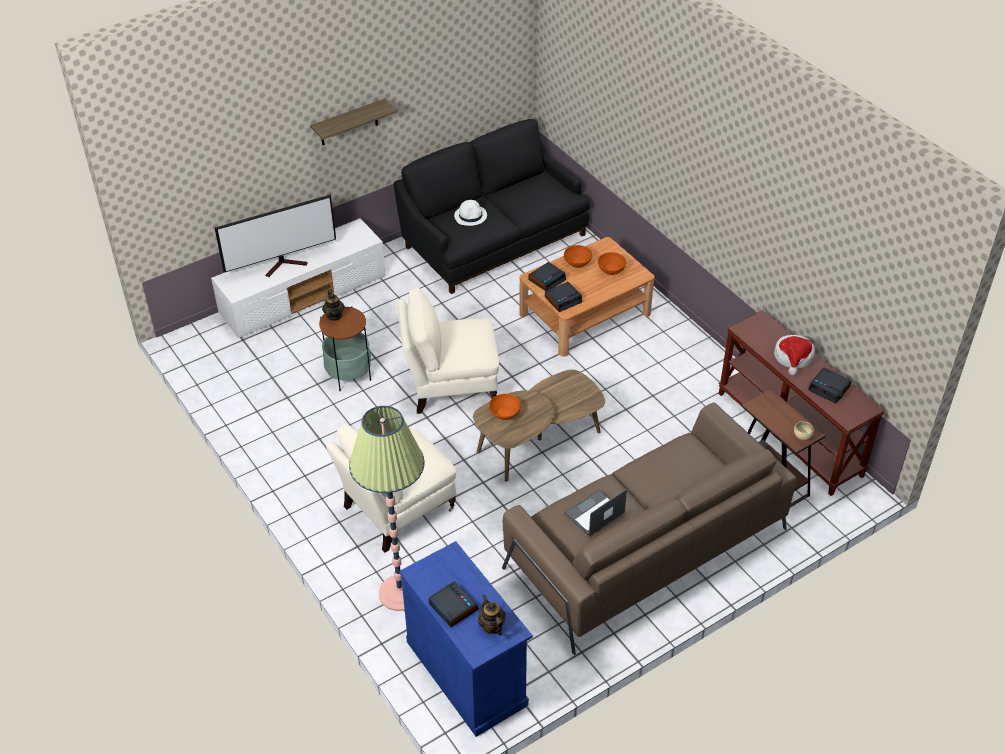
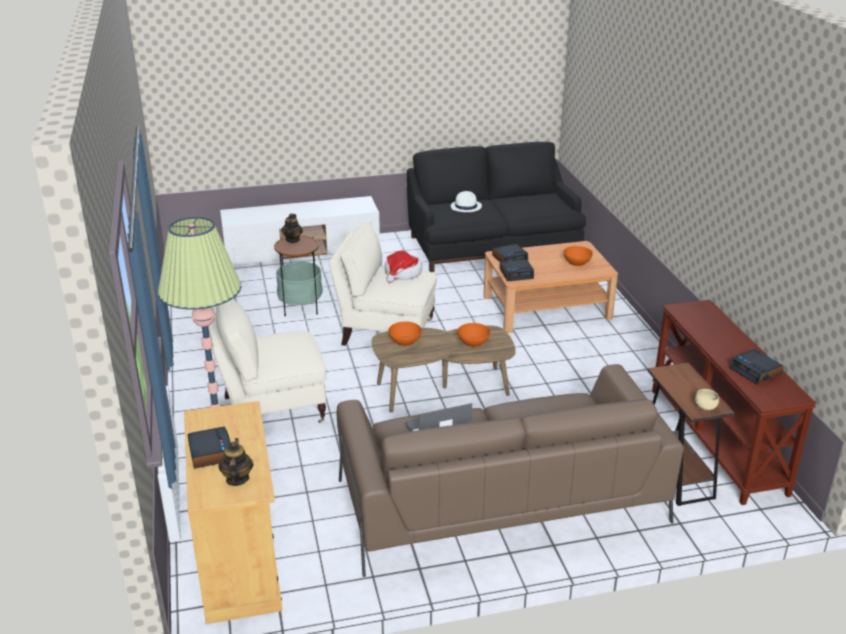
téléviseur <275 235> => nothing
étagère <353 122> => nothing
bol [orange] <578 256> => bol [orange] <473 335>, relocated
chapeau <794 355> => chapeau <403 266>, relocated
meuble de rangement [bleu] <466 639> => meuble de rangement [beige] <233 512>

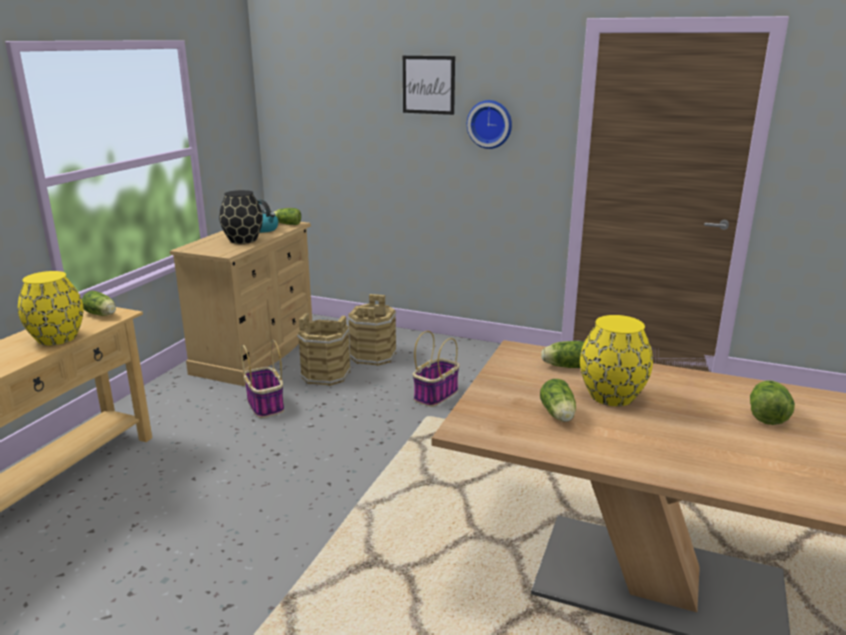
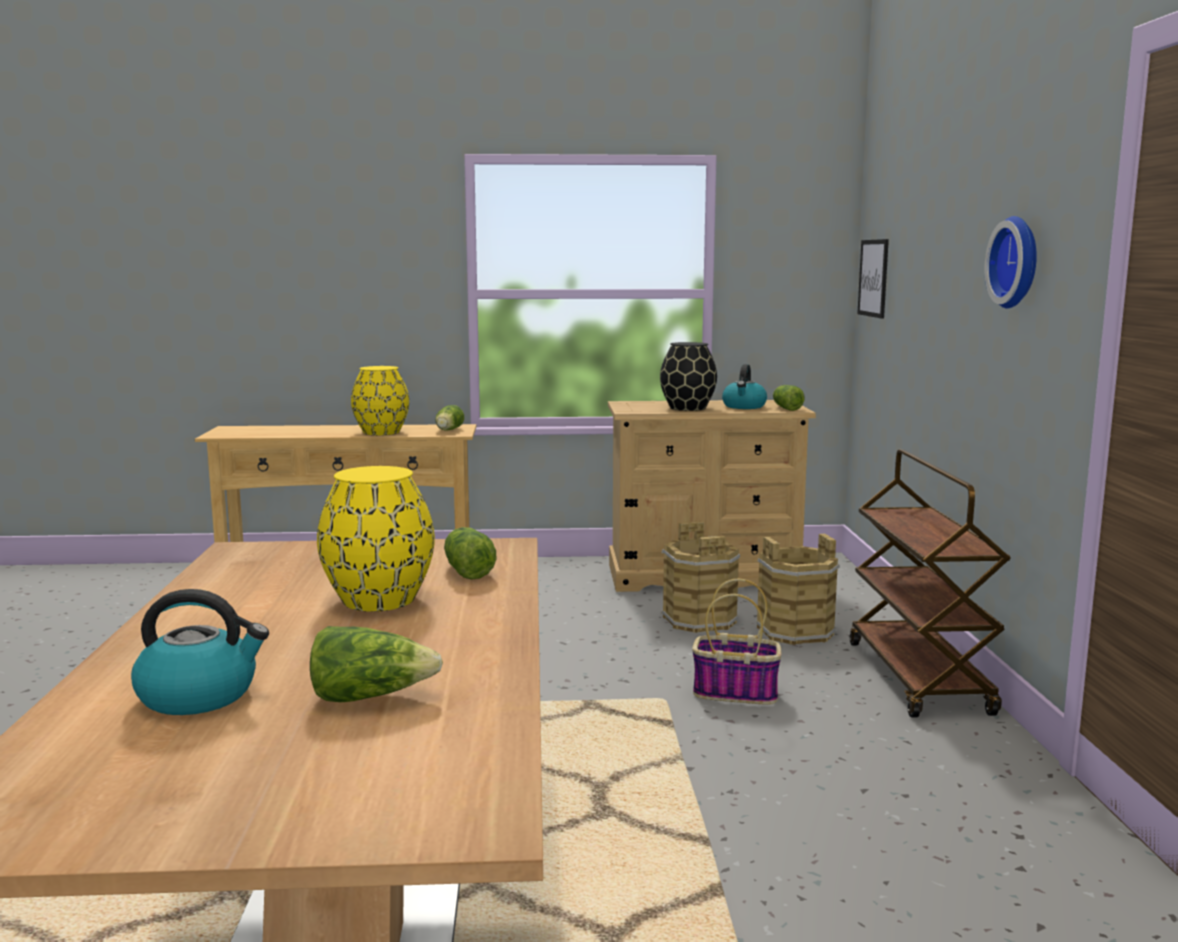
panier <262 379> => nothing
laitue <558 400> => nothing
nothing => bouilloire <200 652>
nothing => chariot [marron] <930 584>
tableau <429 85> => tableau <873 279>, relocated

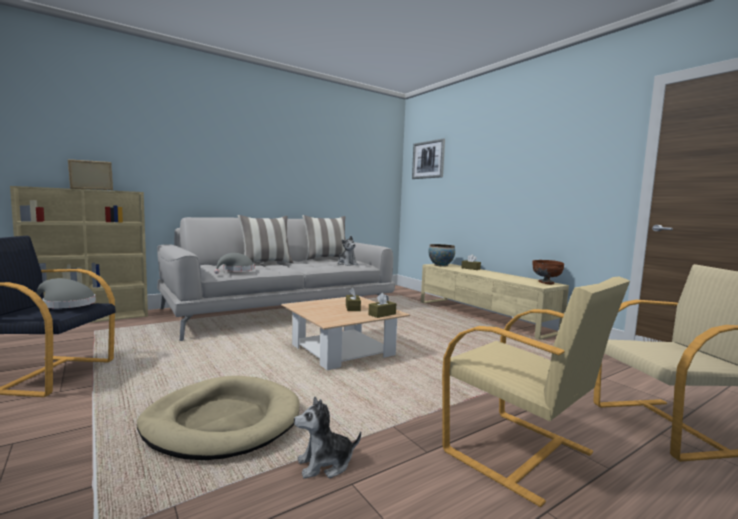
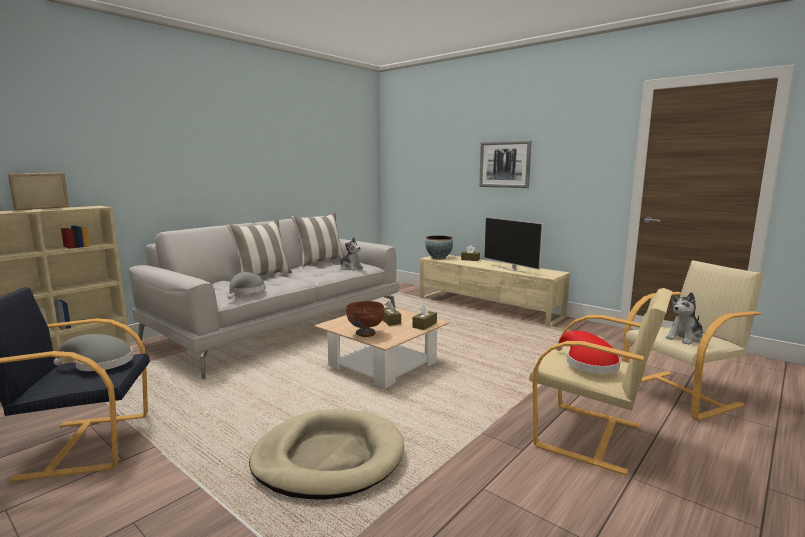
nothing => téléviseur <513 245>
nothing => chapeau [rouge] <588 352>
peluche <327 437> => peluche <684 318>, relocated
tableau <428 158> => tableau <505 164>, relocated
bol [marron] <548 272> => bol [marron] <365 319>, relocated

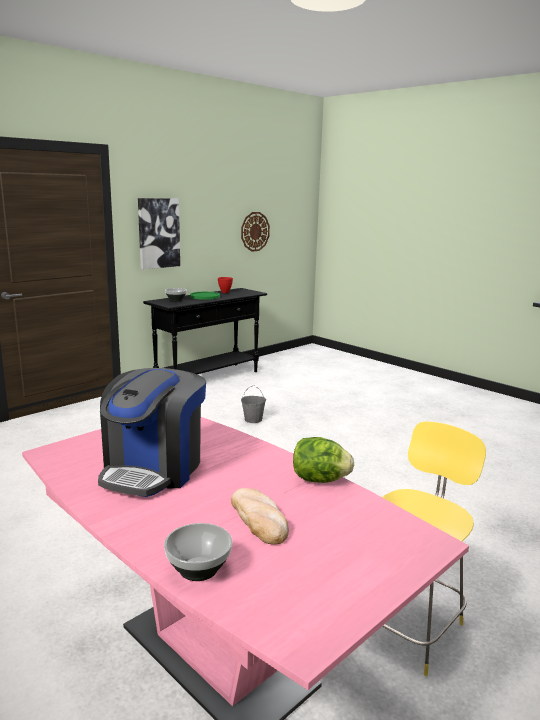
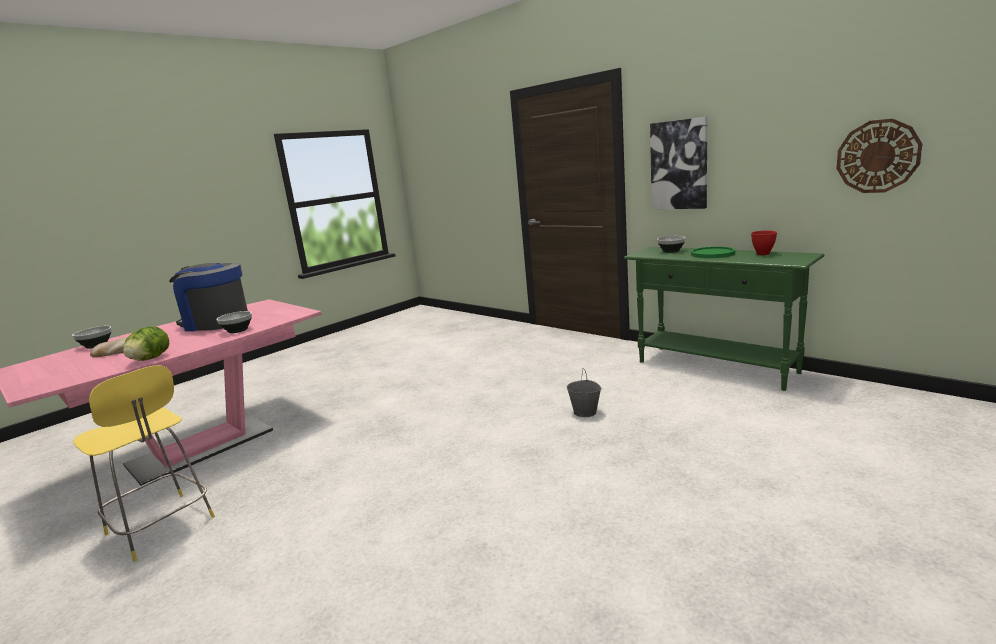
nothing => bol <234 322>
table console [noir] <205 331> => table console [vert] <724 319>

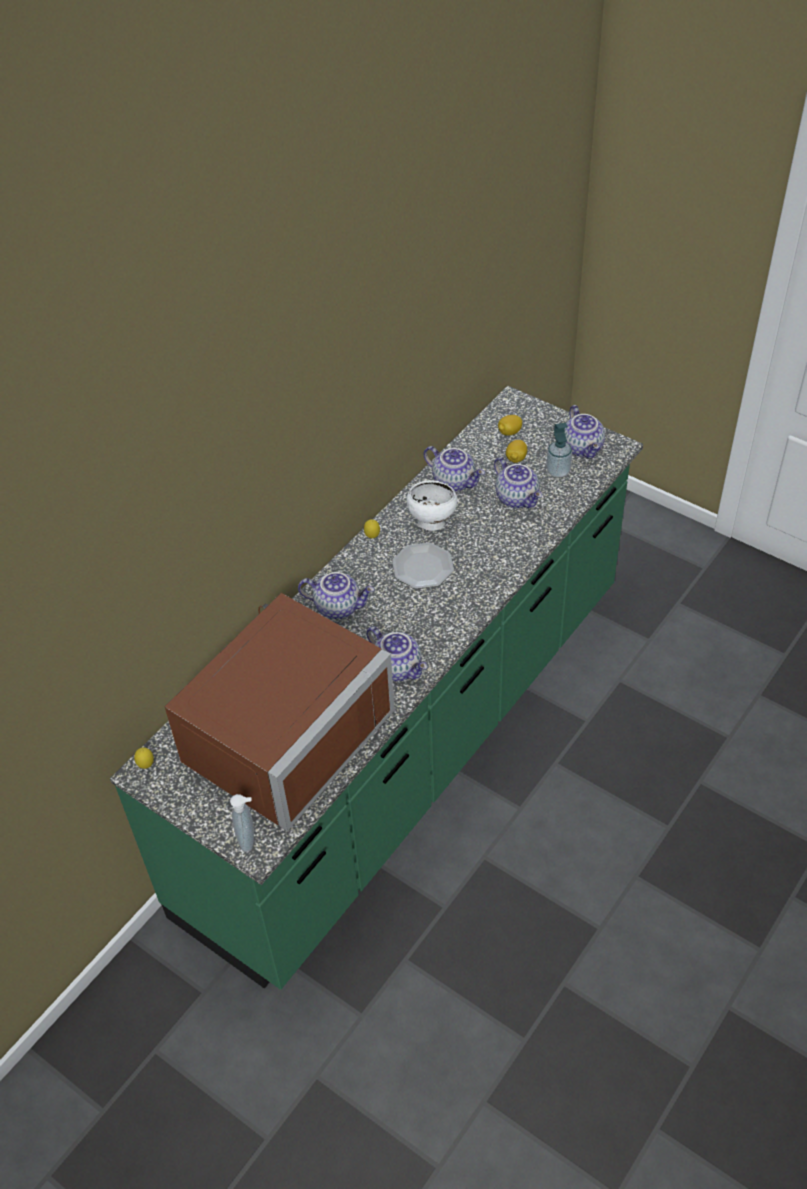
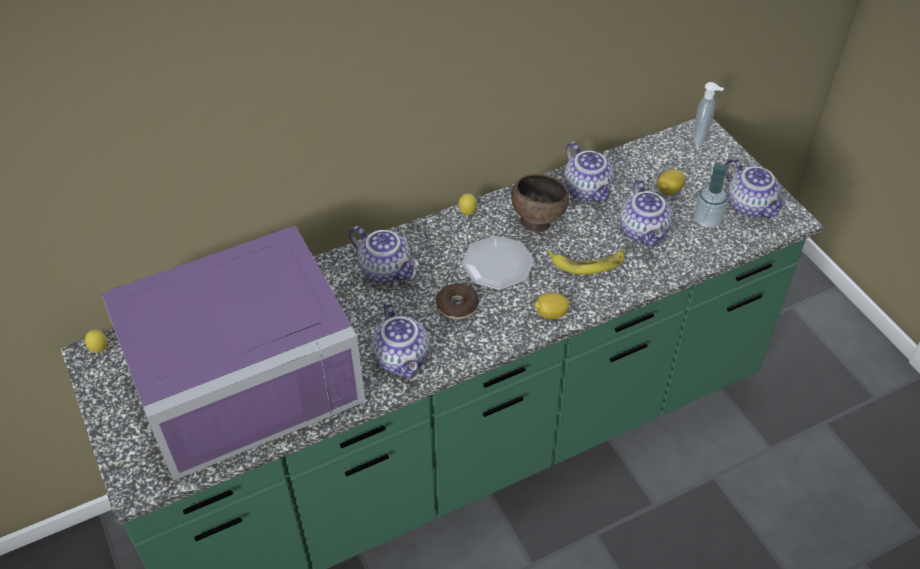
nothing => beignet <457 301>
nothing => banane <586 262>
distributeur de savon <242 823> => distributeur de savon <708 113>, relocated
citron <510 425> => citron <552 306>, relocated
micro-ondes [marron] <280 712> => micro-ondes [violet] <233 353>
bol [blanc] <431 505> => bol [marron] <540 202>
théière <585 432> => théière <757 188>, 45 degrees counterclockwise

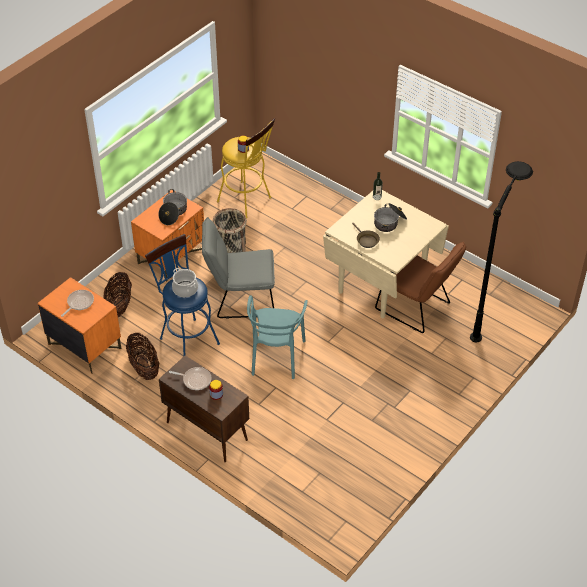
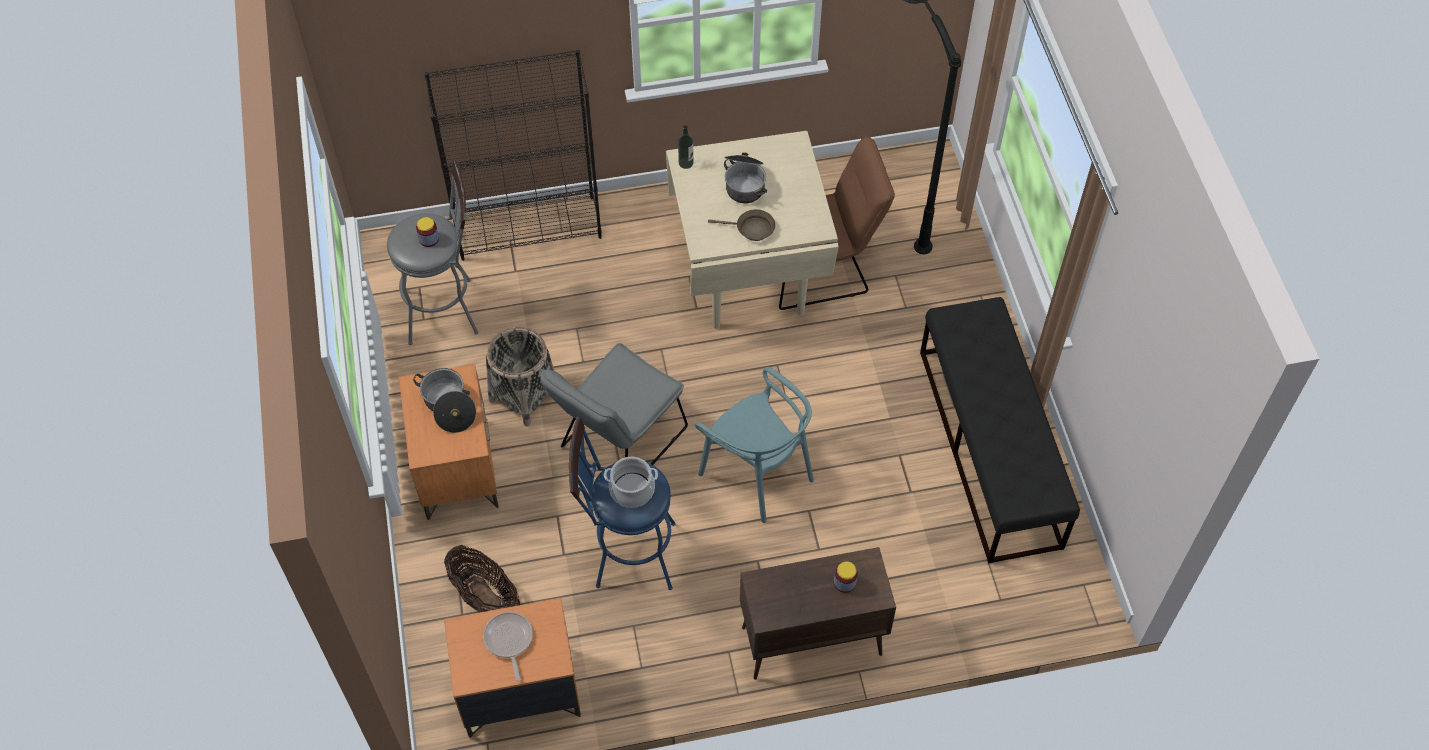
panier <142 356> => nothing
poêle <190 378> => nothing
nothing => bibliothèque [noir] <513 155>
nothing => banc [noir] <1000 430>
tabouret [jaune] <246 168> => tabouret [gris] <432 252>

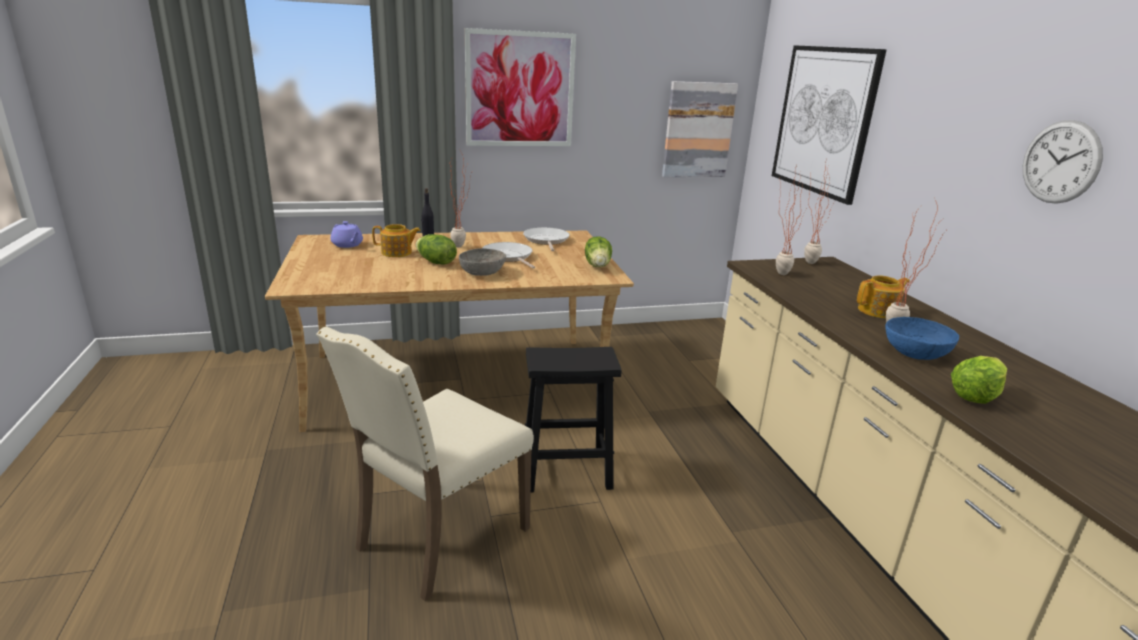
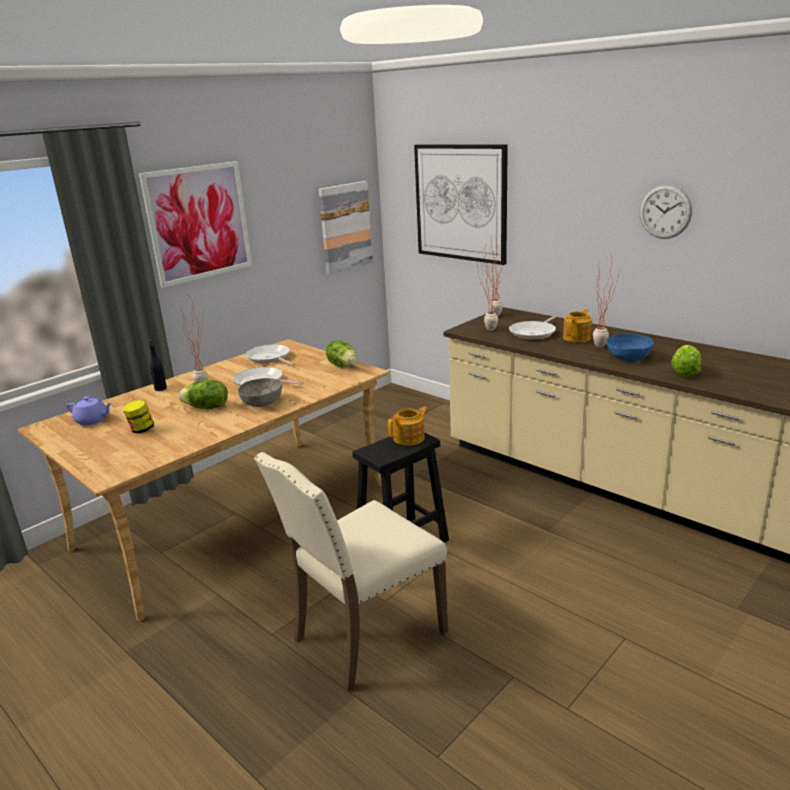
nothing => bocal <138 417>
nothing => poêle <532 328>
théière <396 240> => théière <408 426>, relocated
chaise [beige] <425 463> => chaise [beige] <351 572>, 45 degrees clockwise

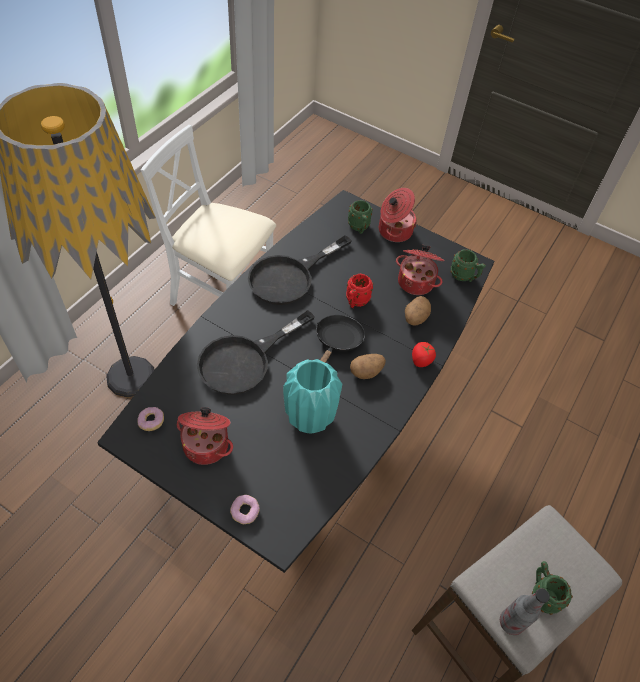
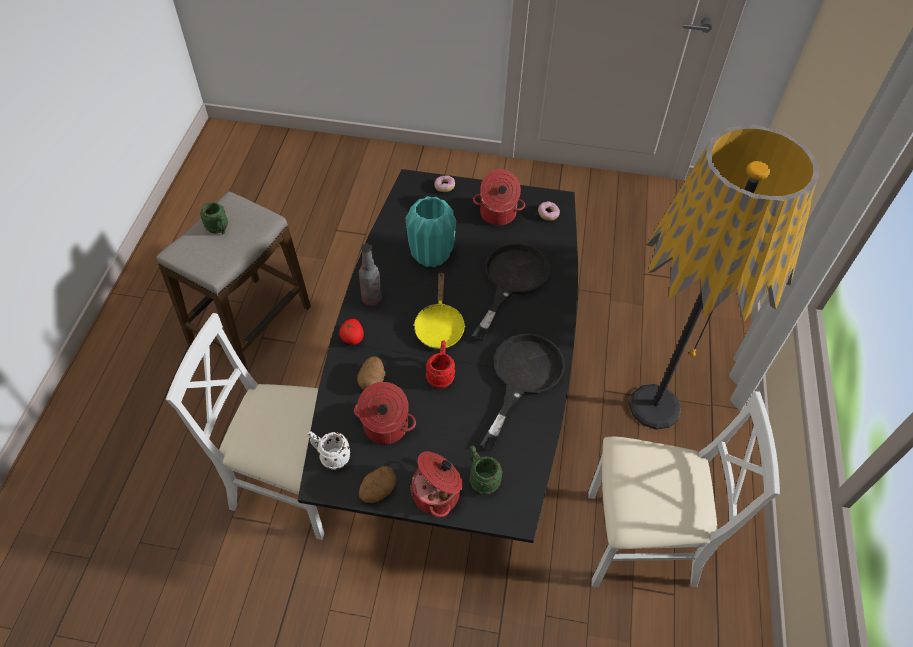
nothing => chaise [blanc] <245 426>
pomme de terre <368 366> => pomme de terre <377 484>, relocated
bouteille <525 611> => bouteille <370 275>, relocated
poêle [noir] <340 339> => poêle [jaune] <439 310>
mug [vert] <468 265> => mug [blanc] <329 450>

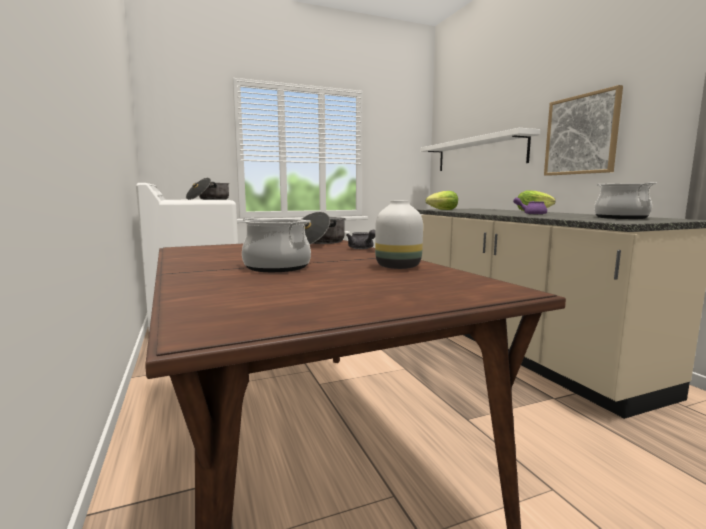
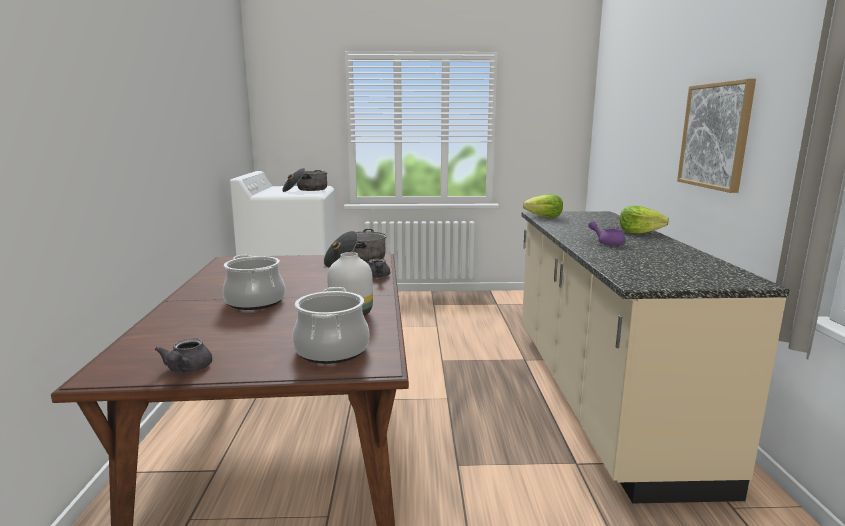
étagère [blanc] <480 149> => nothing
nothing => théière [gris] <183 355>
marmite <625 200> => marmite <330 325>, relocated

